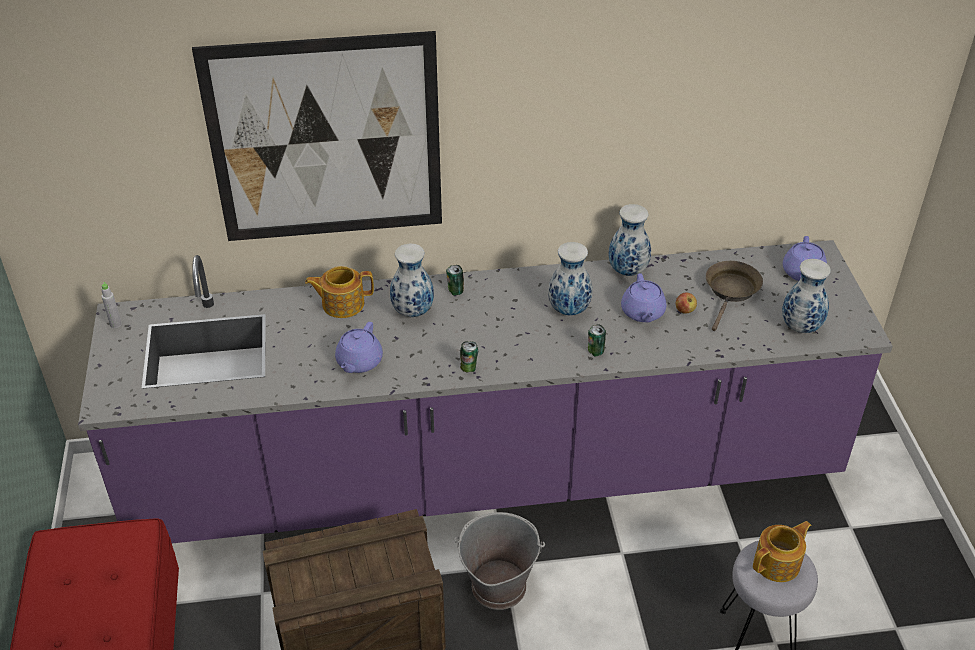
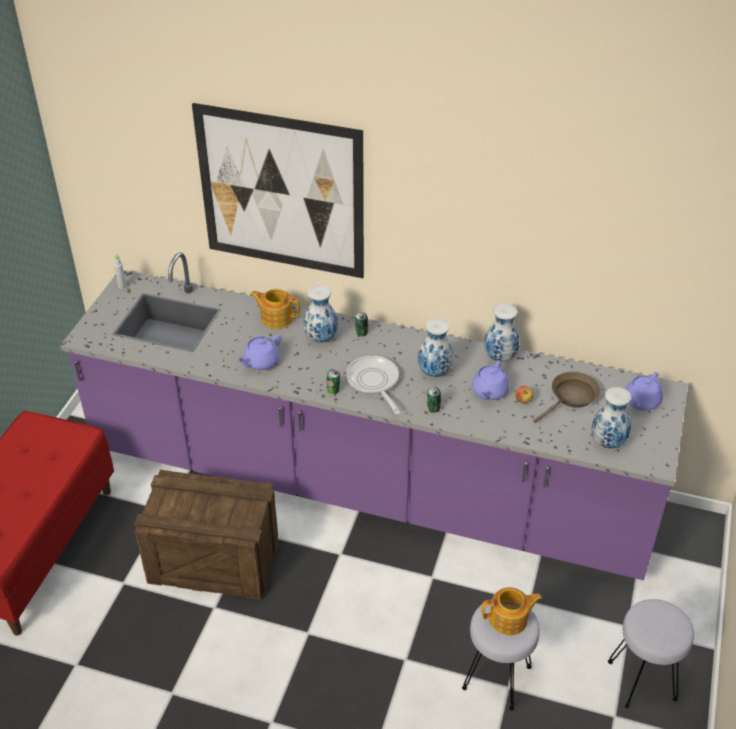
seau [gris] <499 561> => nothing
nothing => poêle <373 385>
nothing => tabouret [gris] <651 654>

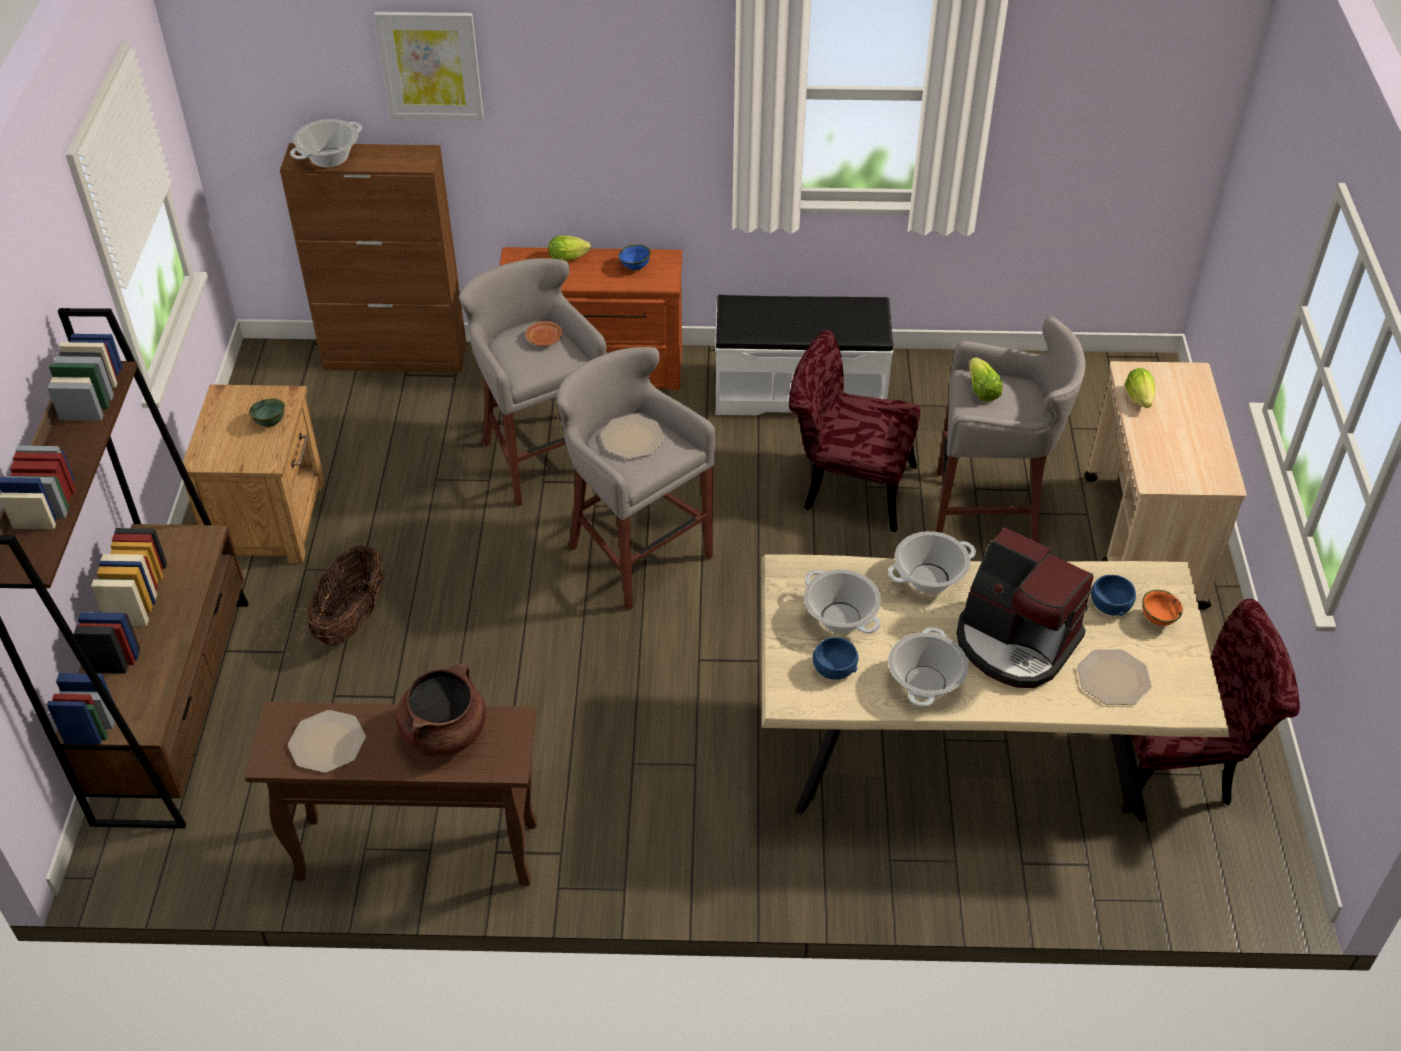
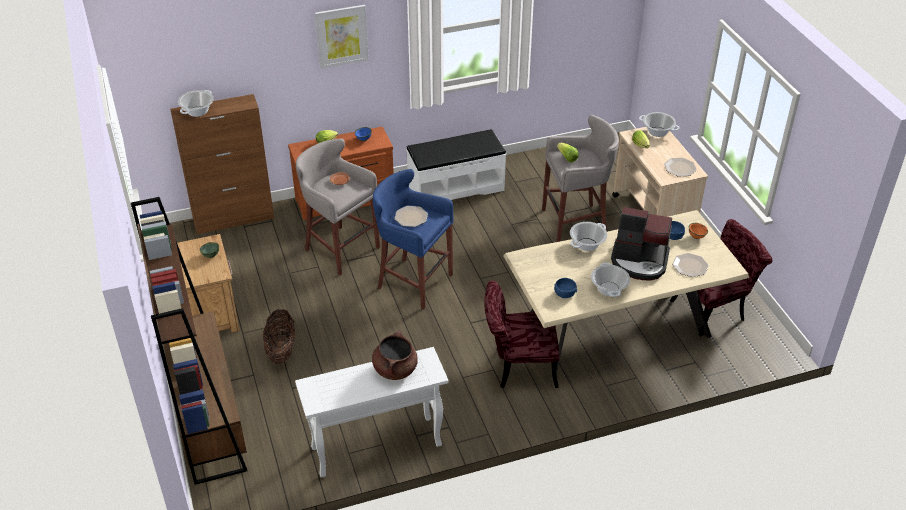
assiette <327 741> => assiette <680 167>, relocated
tableau <429 66> => tableau <342 37>, relocated
chaise [rouge] <854 431> => chaise [rouge] <521 334>, relocated
marmite <842 601> => marmite <659 124>, relocated
table console [marron] <391 794> => table console [blanc] <372 412>
tabouret [gris] <636 479> => tabouret [bleu] <413 239>

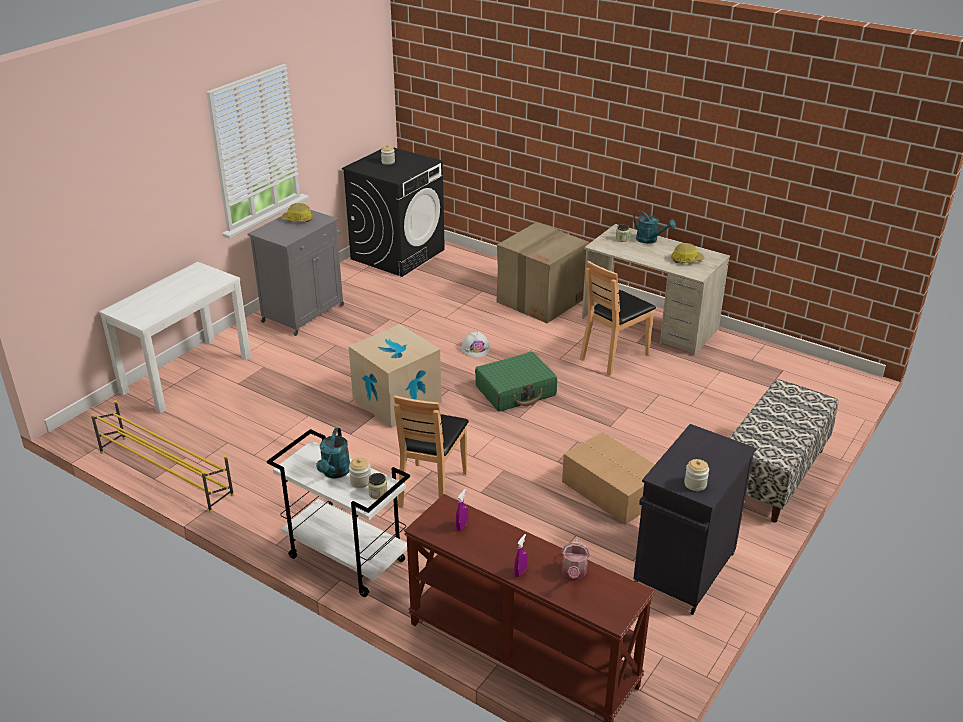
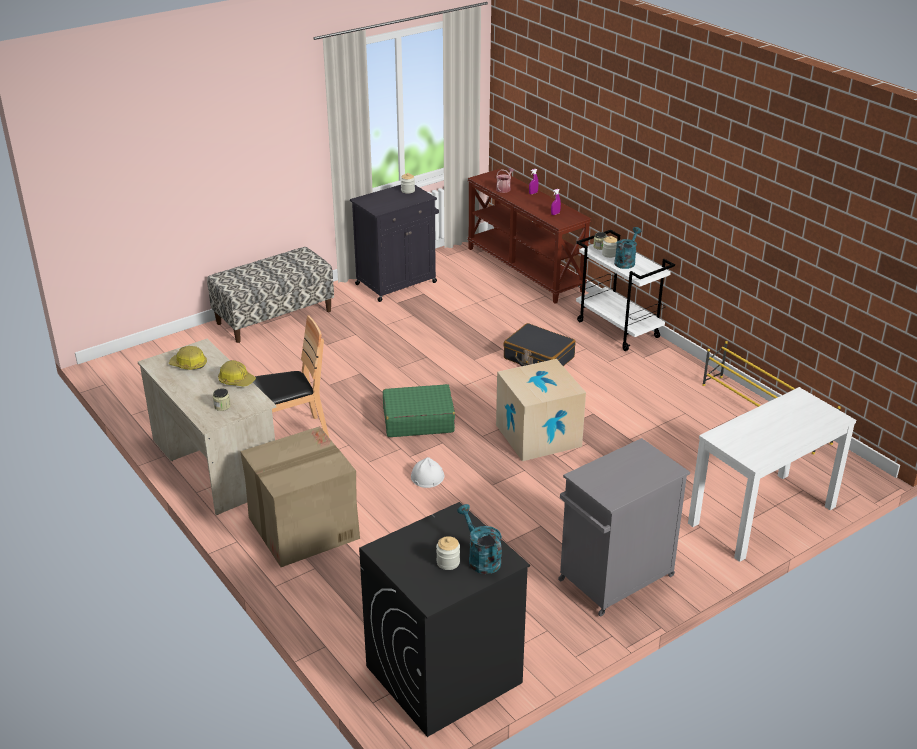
carton <608 478> => nothing
casque de chantier <297 212> => casque de chantier <237 373>, relocated
arrosoir [turquoise] <654 227> => arrosoir [turquoise] <479 539>, relocated
chaise [marron] <431 451> => valise [noir] <539 344>

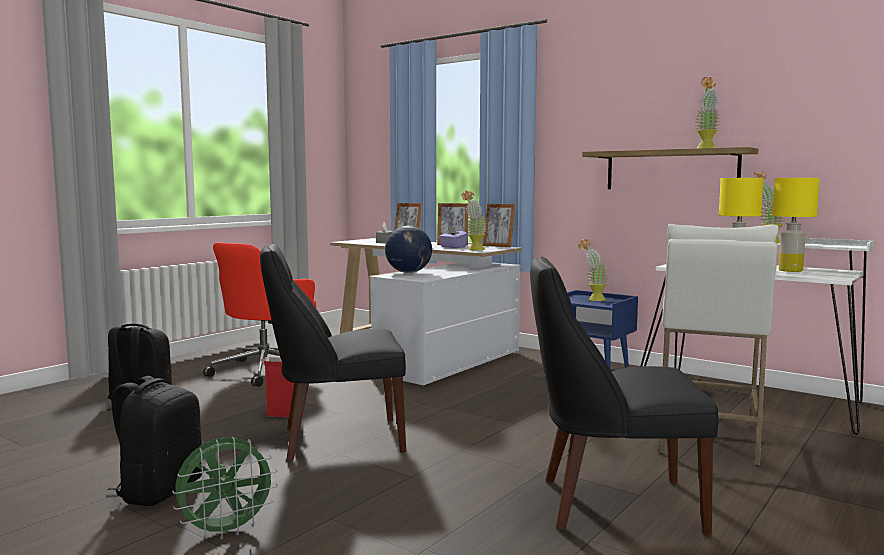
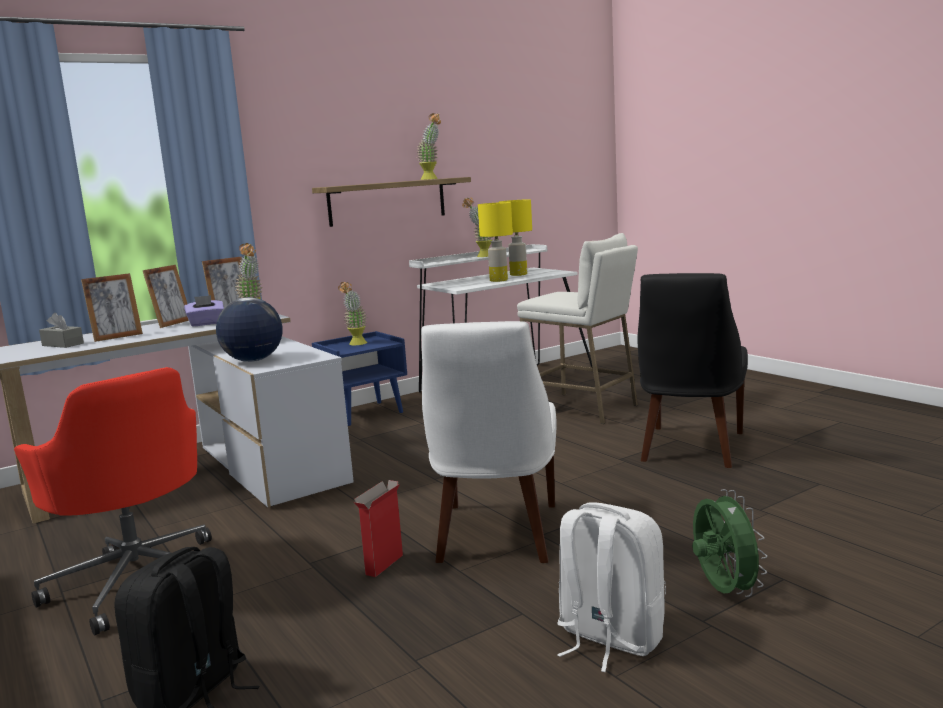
sac à dos [noir] <154 441> => sac à dos [blanc] <611 587>
chaise [noir] <333 352> => chaise [blanc] <489 442>

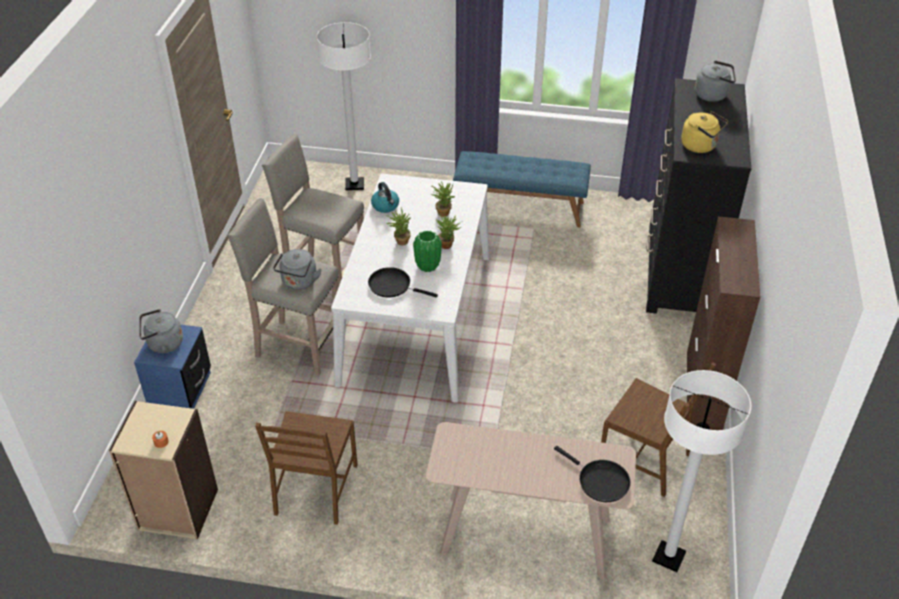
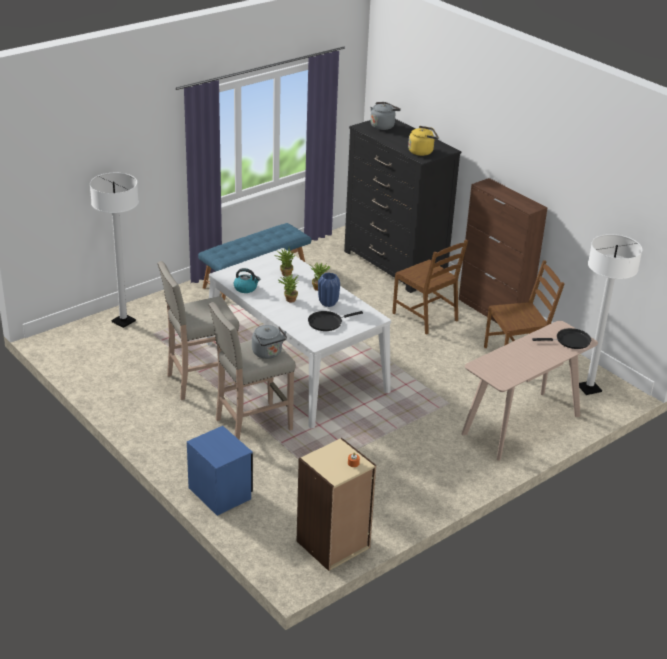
bouilloire [gris] <161 331> => nothing
chaise [marron] <306 468> => chaise [marron] <430 287>, relocated
vase [vert] <427 251> => vase [bleu] <329 289>

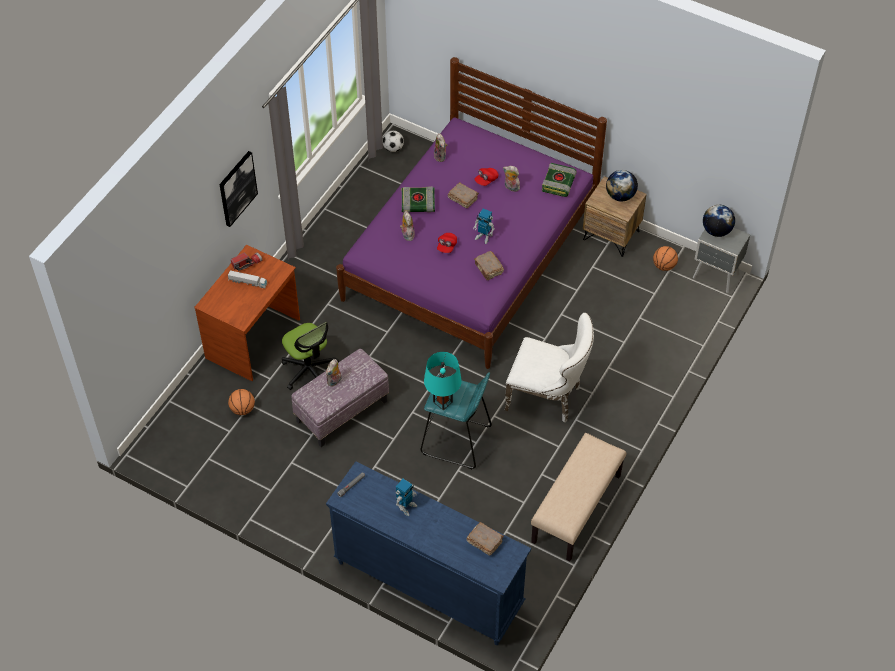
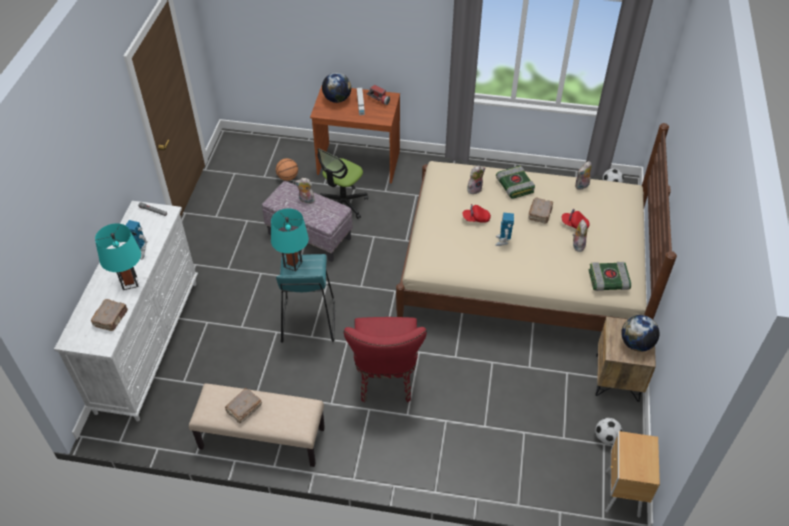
tableau <238 189> => nothing
nothing => lampe de table [turquoise] <118 256>
livre [marron] <489 265> => livre [marron] <243 405>, relocated
globe <719 221> => globe <336 88>, relocated
ballon de basket <665 258> => ballon de foot <609 431>
commode [bleu] <428 553> => commode [blanc] <126 311>
lit [violet] <471 213> => lit [beige] <536 227>
chaise [blanc] <549 368> => chaise [rouge] <385 359>
table de chevet [gris] <721 260> => table de chevet [marron] <632 474>

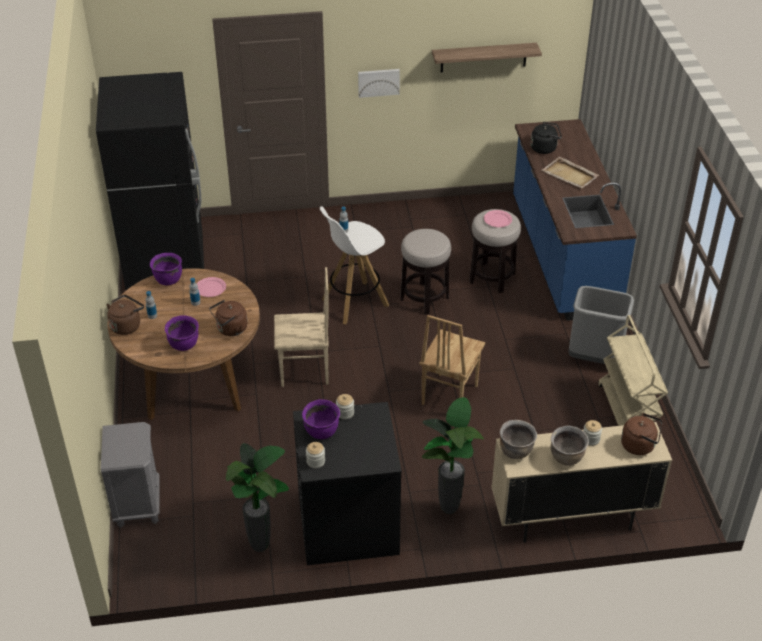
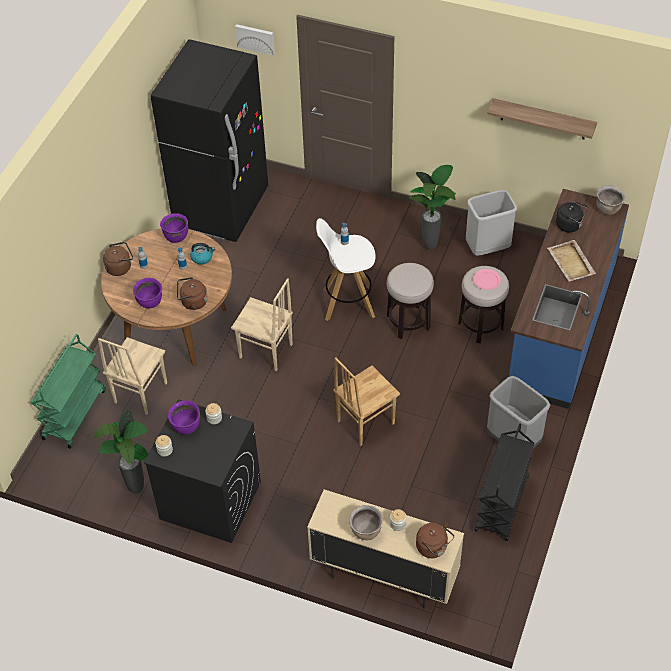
nothing => chaise [beige] <132 376>
nothing => poubelle [gris] <491 222>
tableau <379 83> => tableau <255 39>, relocated
plante en pot <453 455> => plante en pot <432 207>, relocated
marmite [marron] <518 439> => marmite [marron] <611 200>, relocated
table de chevet [gris] <130 475> => chariot [vert] <68 391>
assiette [rose] <211 287> => bouilloire <202 254>
chariot [beige] <633 370> => chariot [noir] <504 482>

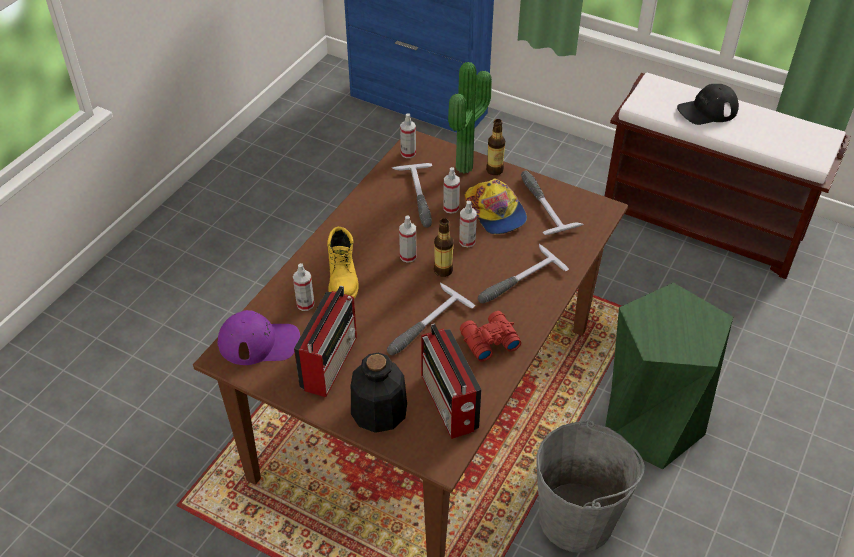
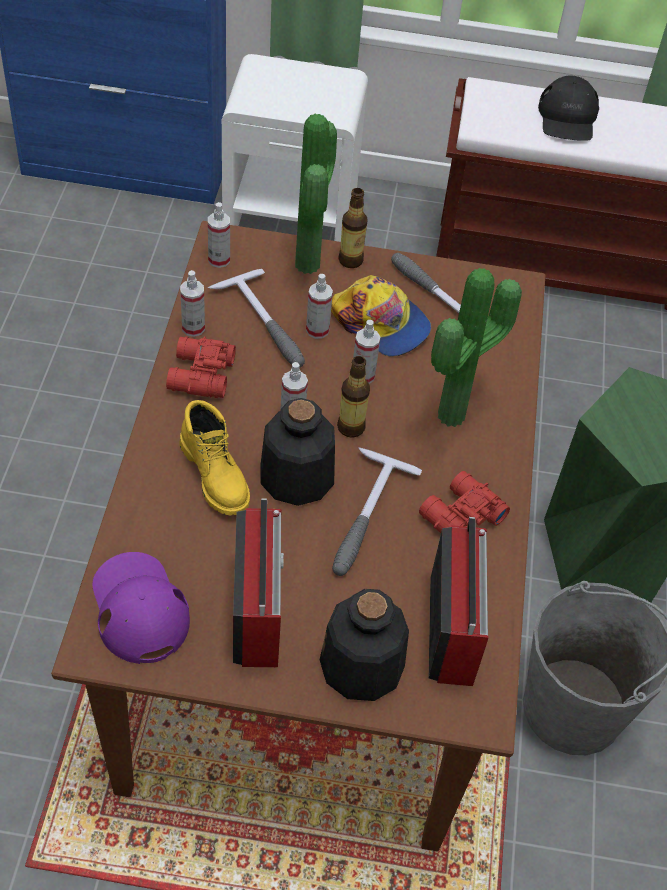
nothing => jumelles [rouge] <201 367>
nothing => table de chevet [blanc] <294 148>
nothing => bouteille <298 452>
vaporisateur <303 287> => vaporisateur <192 303>, relocated
marteau <523 273> => plante en pot <476 347>
casquette [violet] <259 337> => casquette [violet] <141 608>, 90 degrees counterclockwise
radio <451 381> => radio <458 601>, 135 degrees counterclockwise
casquette [noir] <708 104> => casquette [noir] <568 108>, 45 degrees counterclockwise

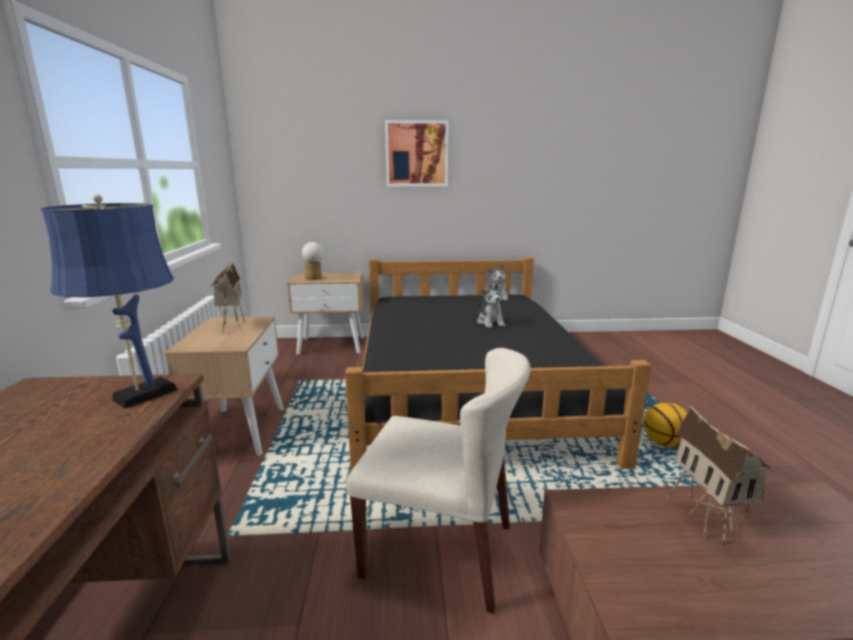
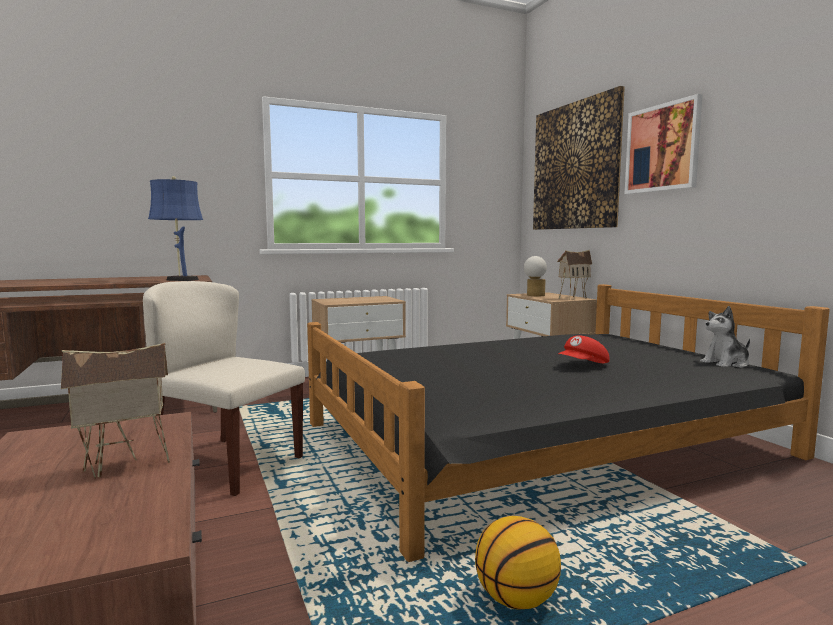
nothing => tableau <579 158>
maison miniature <228 297> => maison miniature <574 275>, relocated
peluche <491 305> => casquette [rouge] <583 349>
chaise [beige] <438 481> => chaise [beige] <224 388>, 120 degrees clockwise

